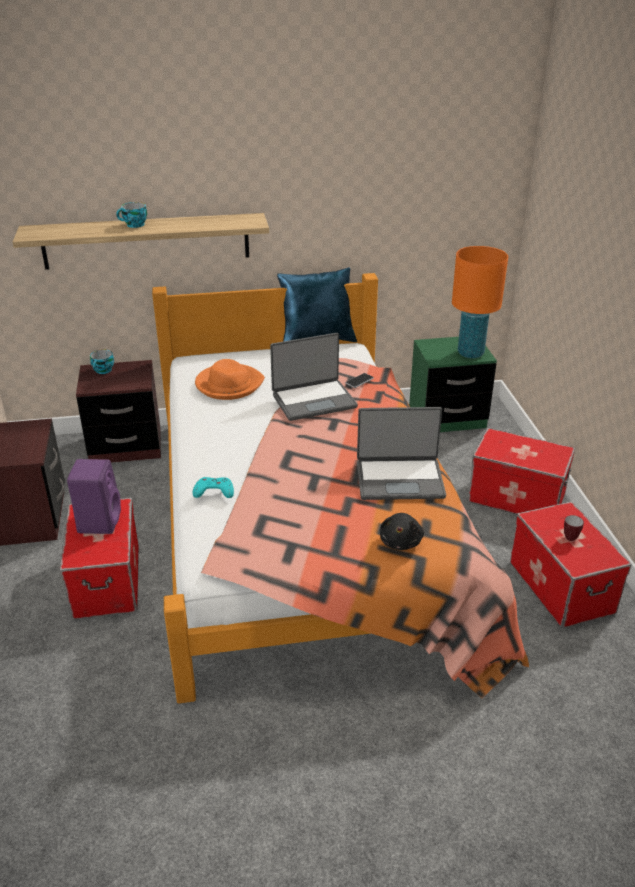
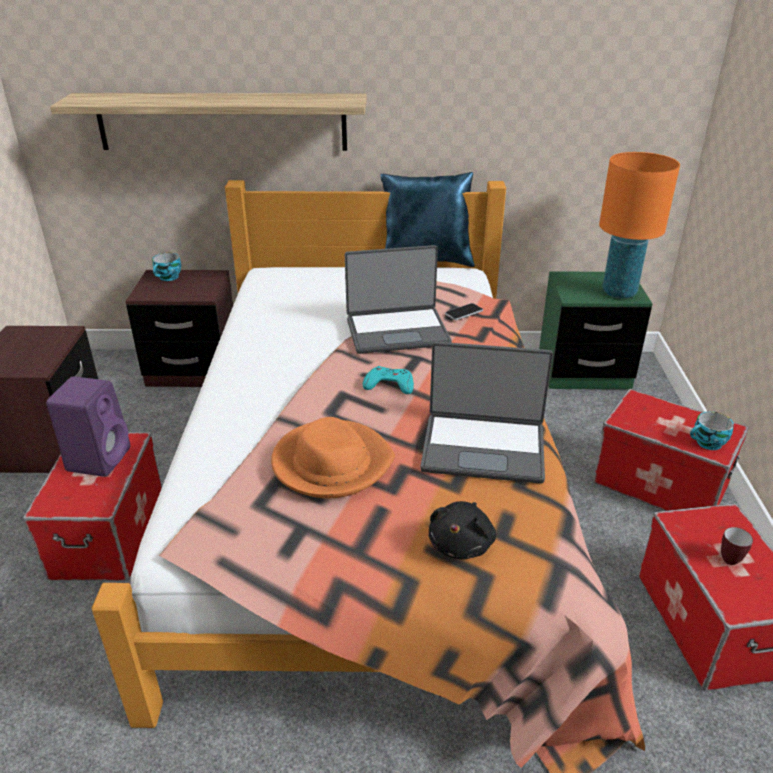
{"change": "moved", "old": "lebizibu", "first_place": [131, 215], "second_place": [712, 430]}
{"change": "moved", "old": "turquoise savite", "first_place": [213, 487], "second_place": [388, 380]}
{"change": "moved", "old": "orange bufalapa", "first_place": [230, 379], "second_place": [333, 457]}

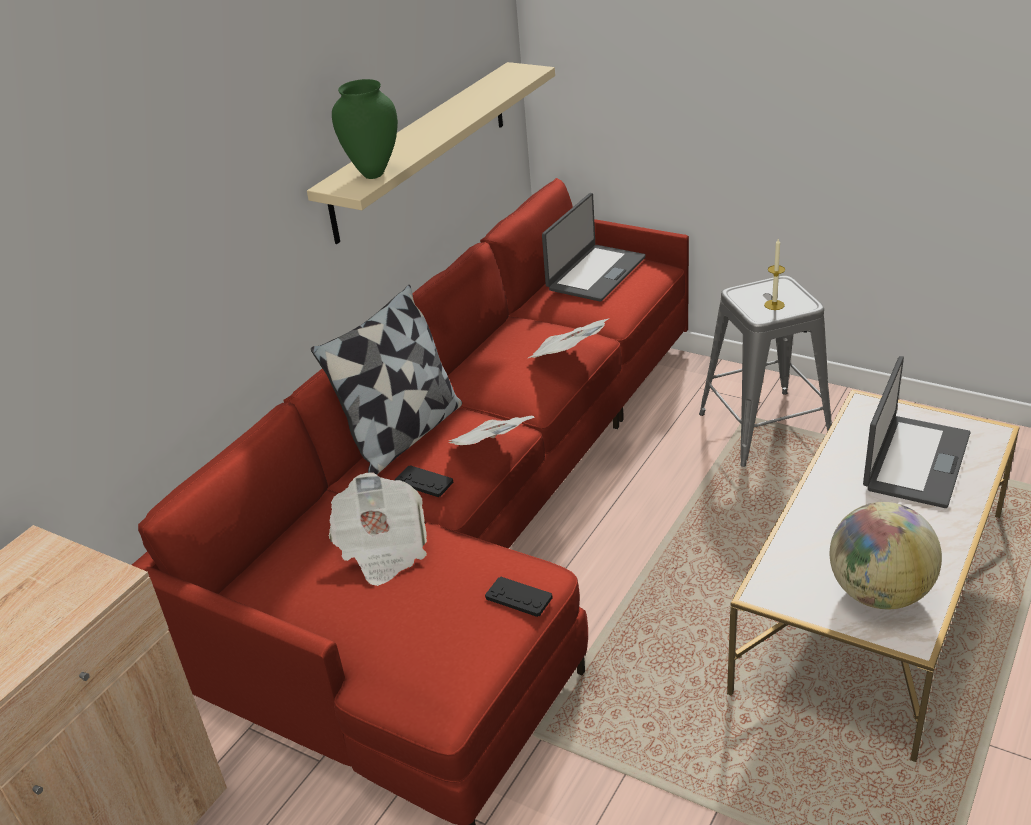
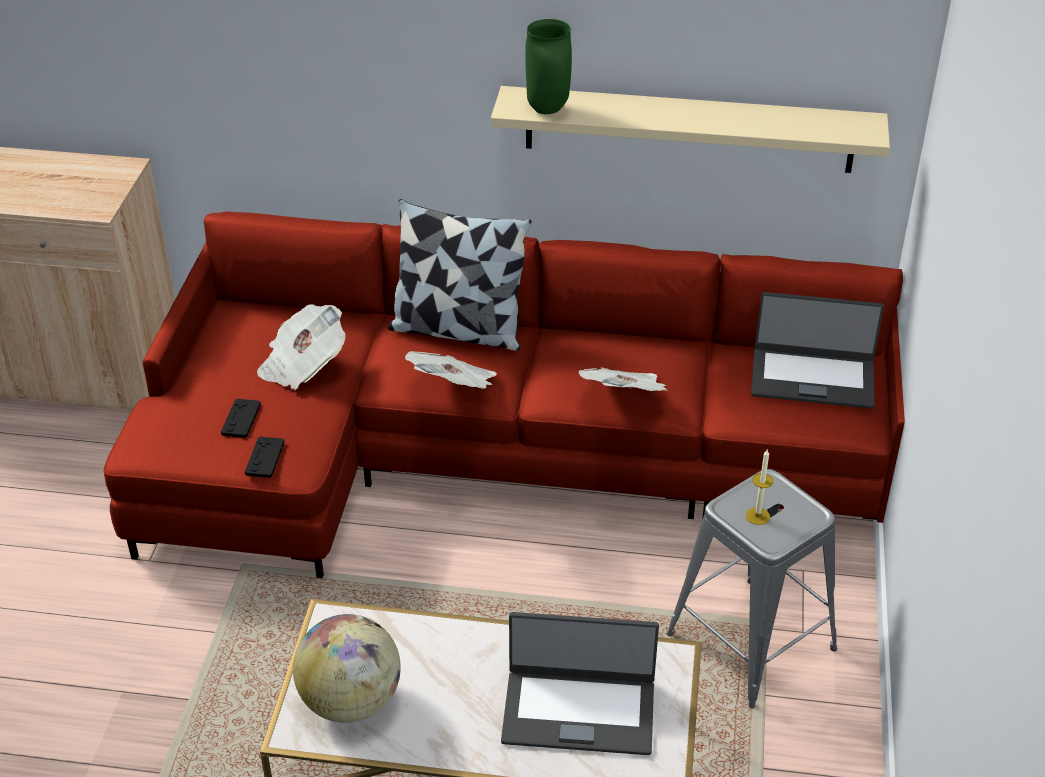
{"change": "moved", "old": "black savite", "first_place": [424, 481], "second_place": [241, 418]}

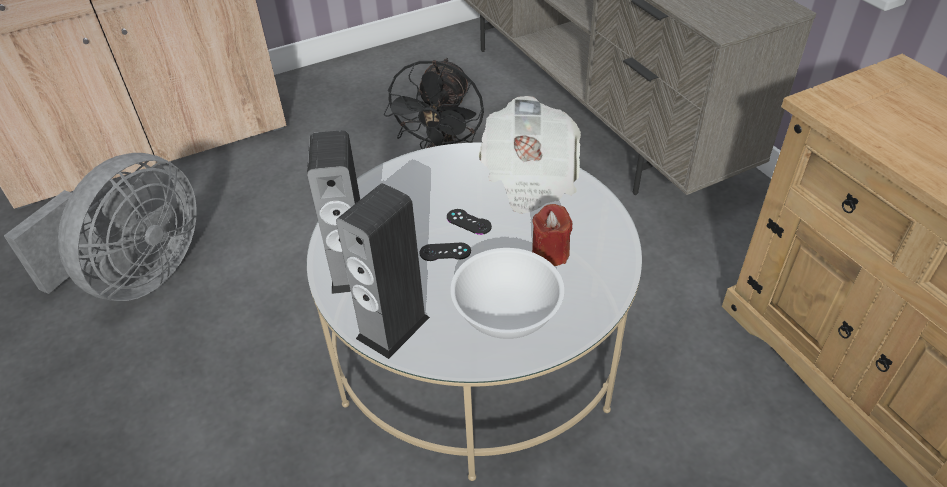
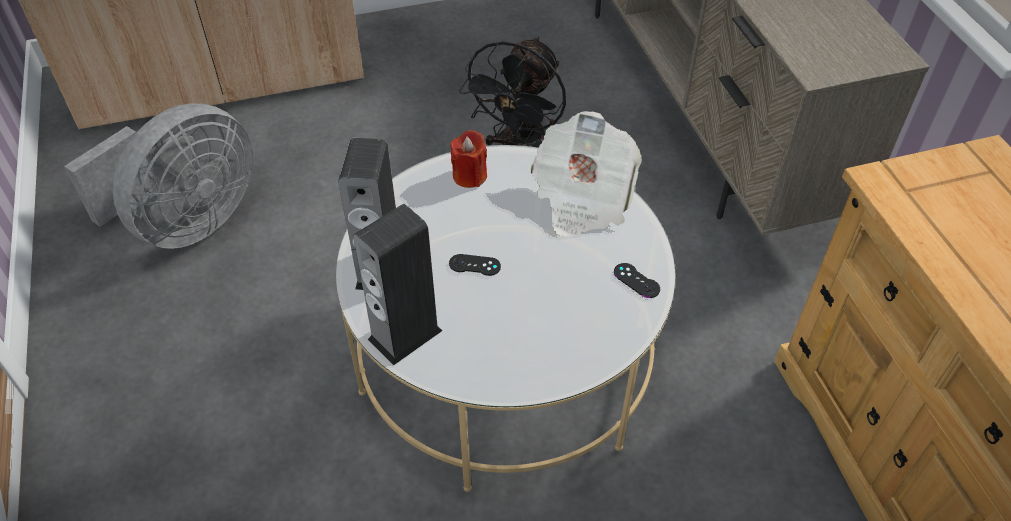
{"change": "removed", "old": "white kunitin", "first_place": [507, 293]}
{"change": "moved", "old": "black savite", "first_place": [469, 222], "second_place": [637, 280]}
{"change": "moved", "old": "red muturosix", "first_place": [552, 235], "second_place": [468, 159]}

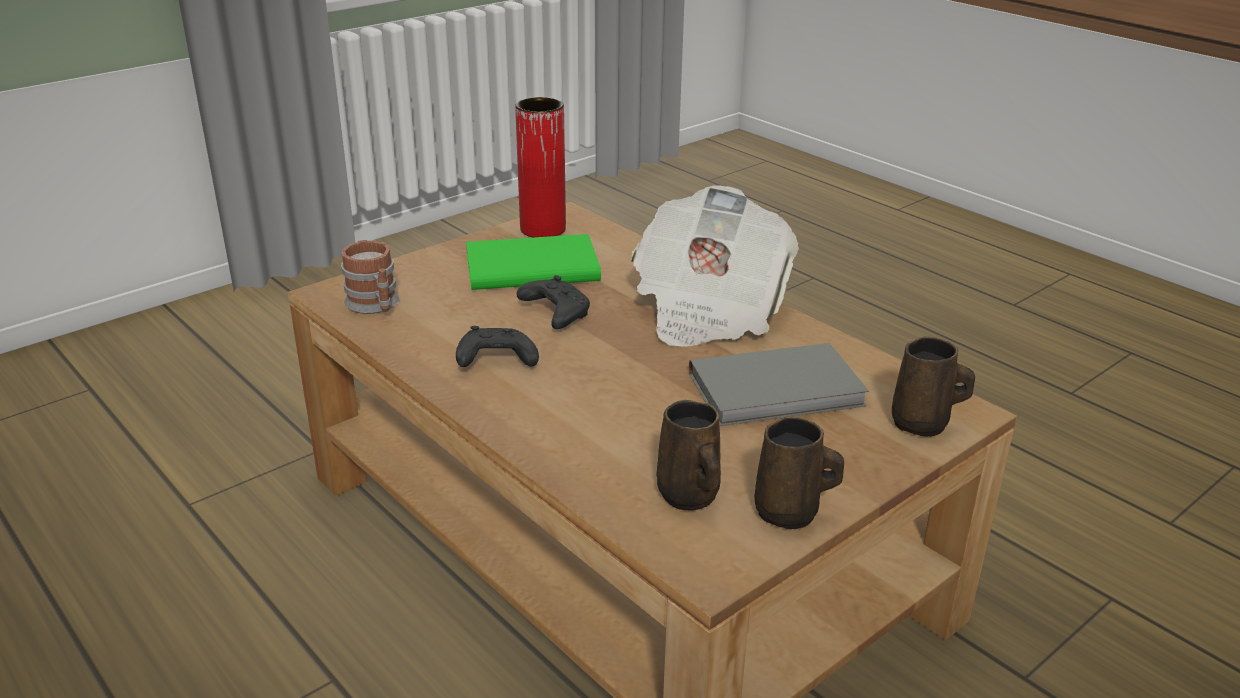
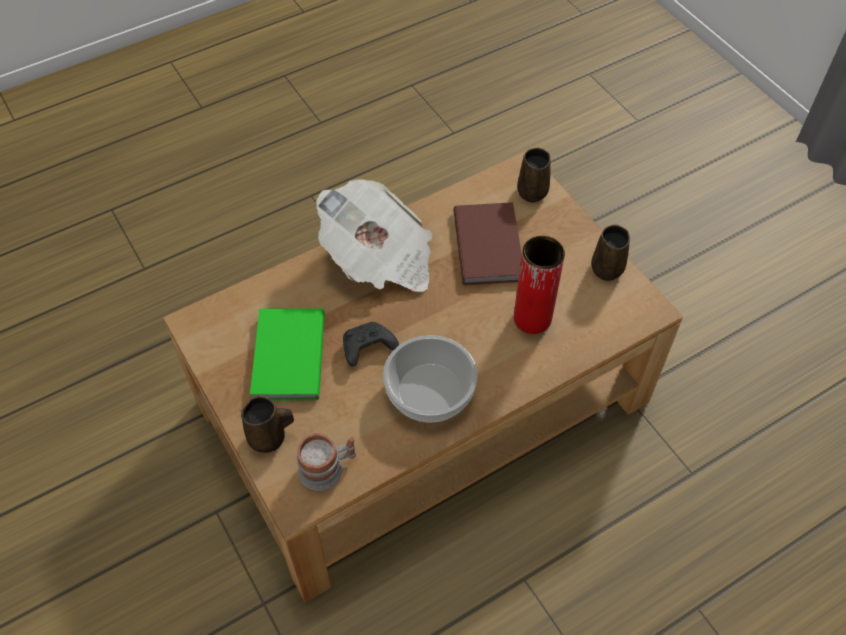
{"change": "moved", "old": "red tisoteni", "first_place": [540, 167], "second_place": [539, 285]}
{"change": "moved", "old": "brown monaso", "first_place": [689, 455], "second_place": [267, 424]}
{"change": "replaced", "old": "black savite", "new": "kunitin", "first_place": [497, 346], "second_place": [430, 379]}
{"change": "recoloured", "old": "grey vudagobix", "new": "brown vudagobix", "first_place": [779, 384], "second_place": [487, 243]}

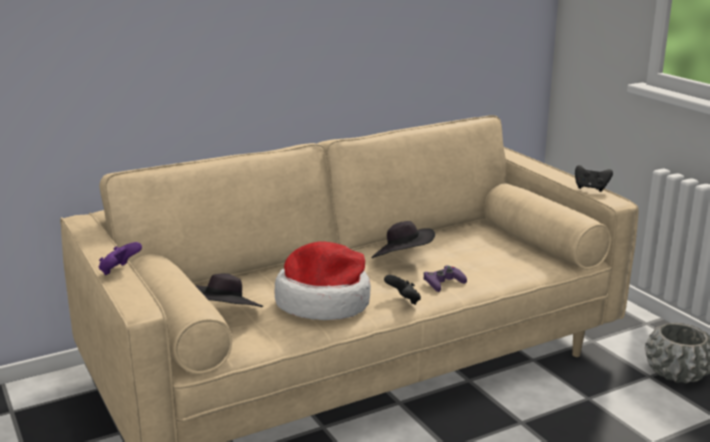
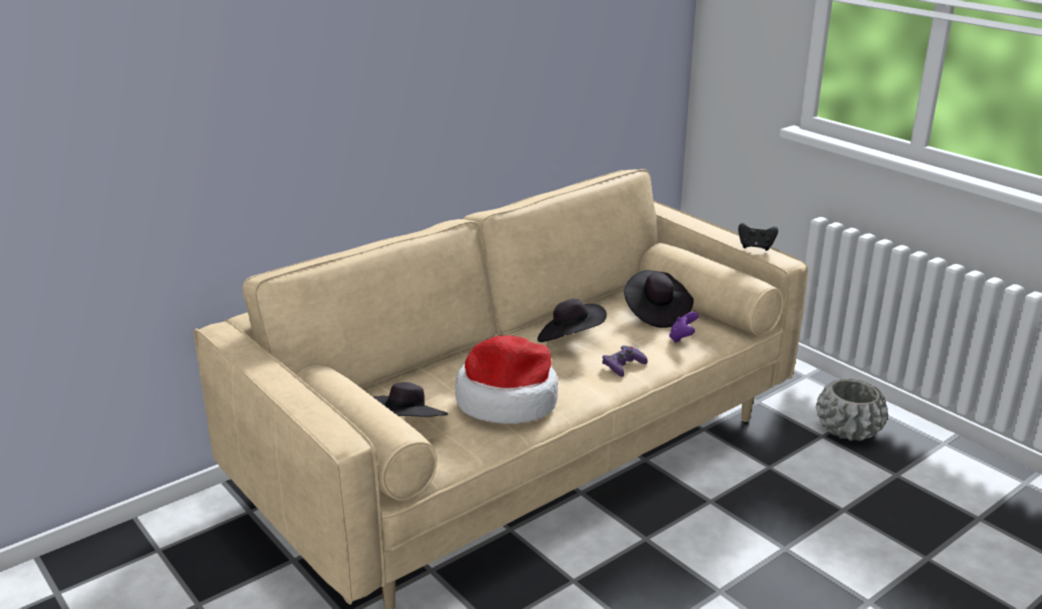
{"change": "removed", "old": "black savite", "first_place": [402, 290]}
{"change": "added", "new": "black bufalapa", "second_place": [659, 299]}
{"change": "moved", "old": "purple savite", "first_place": [120, 258], "second_place": [684, 327]}

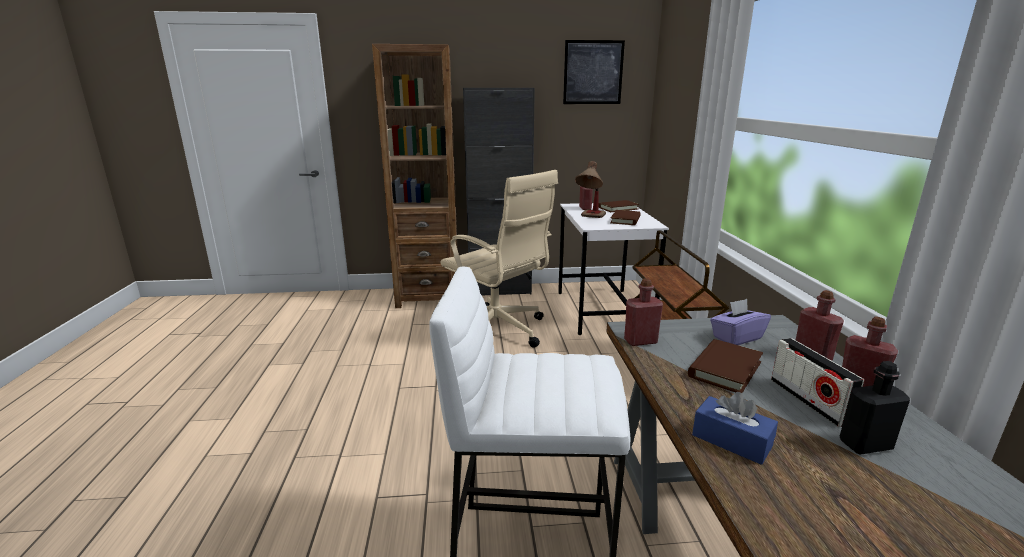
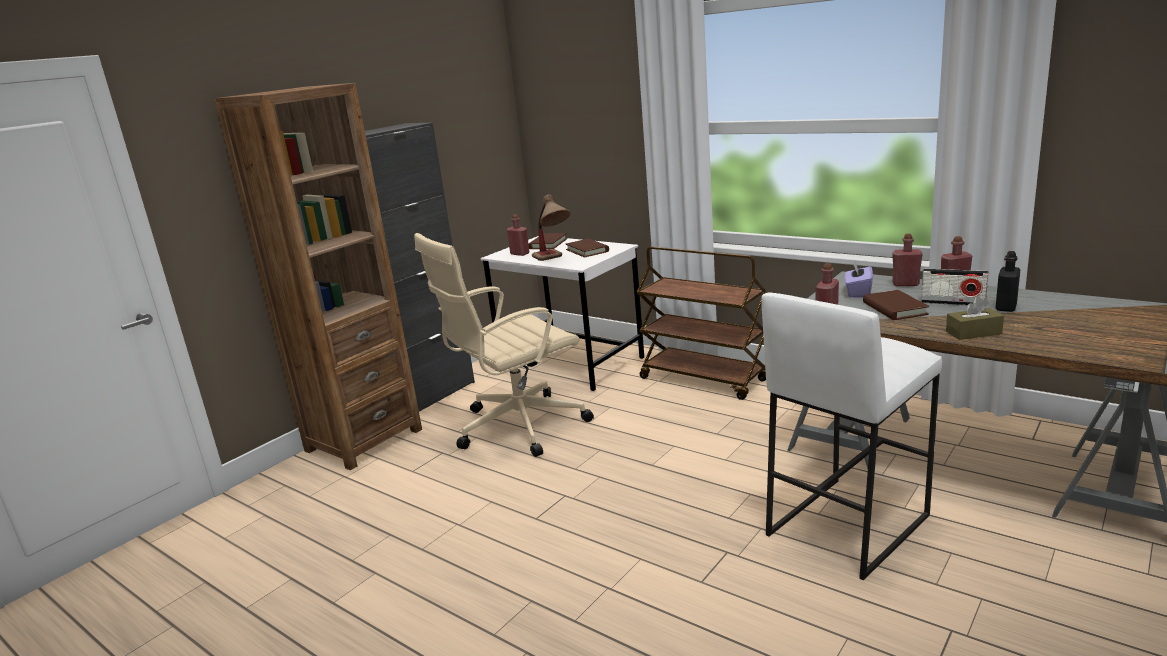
{"change": "removed", "old": "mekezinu", "first_place": [594, 72]}
{"change": "recoloured", "old": "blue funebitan", "new": "brown funebitan", "first_place": [735, 428], "second_place": [975, 318]}
{"change": "turned", "old": "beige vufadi", "first_place": [499, 259], "second_place": [504, 345], "degrees": 150}

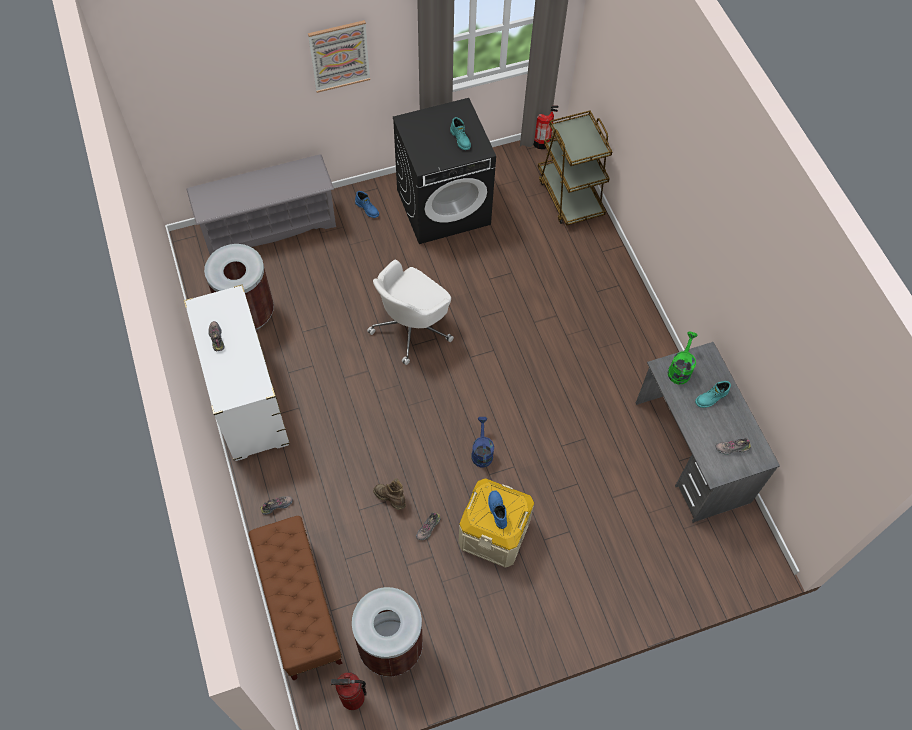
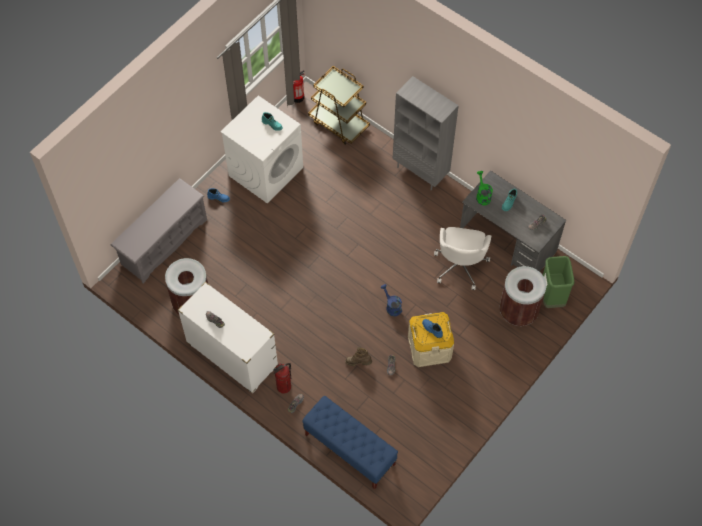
{"change": "removed", "old": "mekezinu", "first_place": [339, 56]}
{"change": "added", "new": "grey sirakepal", "second_place": [426, 133]}
{"change": "added", "new": "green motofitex", "second_place": [558, 282]}
{"change": "moved", "old": "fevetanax", "first_place": [348, 691], "second_place": [282, 378]}
{"change": "moved", "old": "brown motofitex", "first_place": [387, 632], "second_place": [523, 296]}
{"change": "moved", "old": "white vufadi", "first_place": [410, 312], "second_place": [462, 258]}
{"change": "recoloured", "old": "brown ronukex", "new": "blue ronukex", "first_place": [295, 598], "second_place": [350, 442]}
{"change": "recoloured", "old": "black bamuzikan", "new": "white bamuzikan", "first_place": [444, 171], "second_place": [261, 149]}

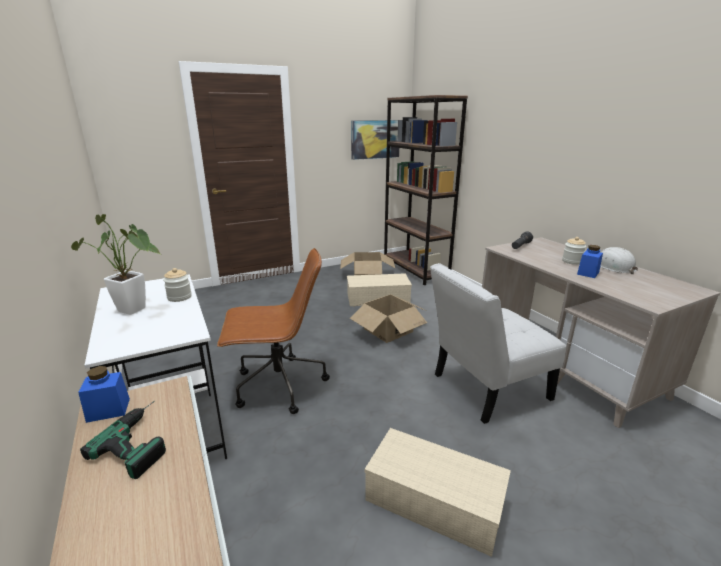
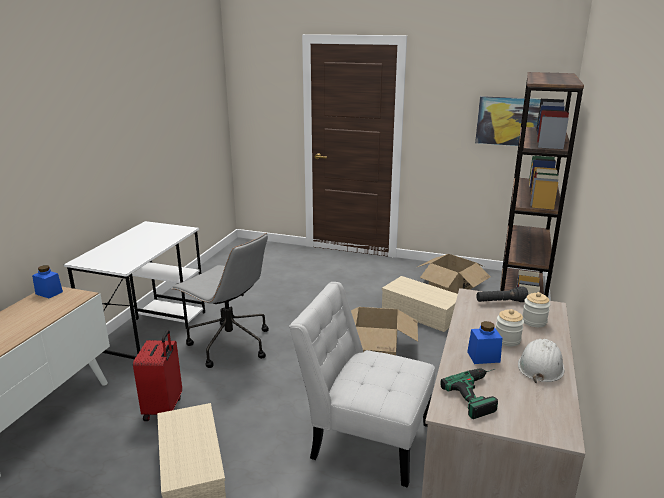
{"change": "removed", "old": "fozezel", "first_place": [115, 264]}
{"change": "added", "new": "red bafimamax", "second_place": [157, 375]}
{"change": "moved", "old": "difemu", "first_place": [123, 440], "second_place": [469, 393]}
{"change": "moved", "old": "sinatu", "first_place": [177, 285], "second_place": [536, 309]}
{"change": "recoloured", "old": "brown vufadi", "new": "grey vufadi", "first_place": [273, 331], "second_place": [220, 300]}

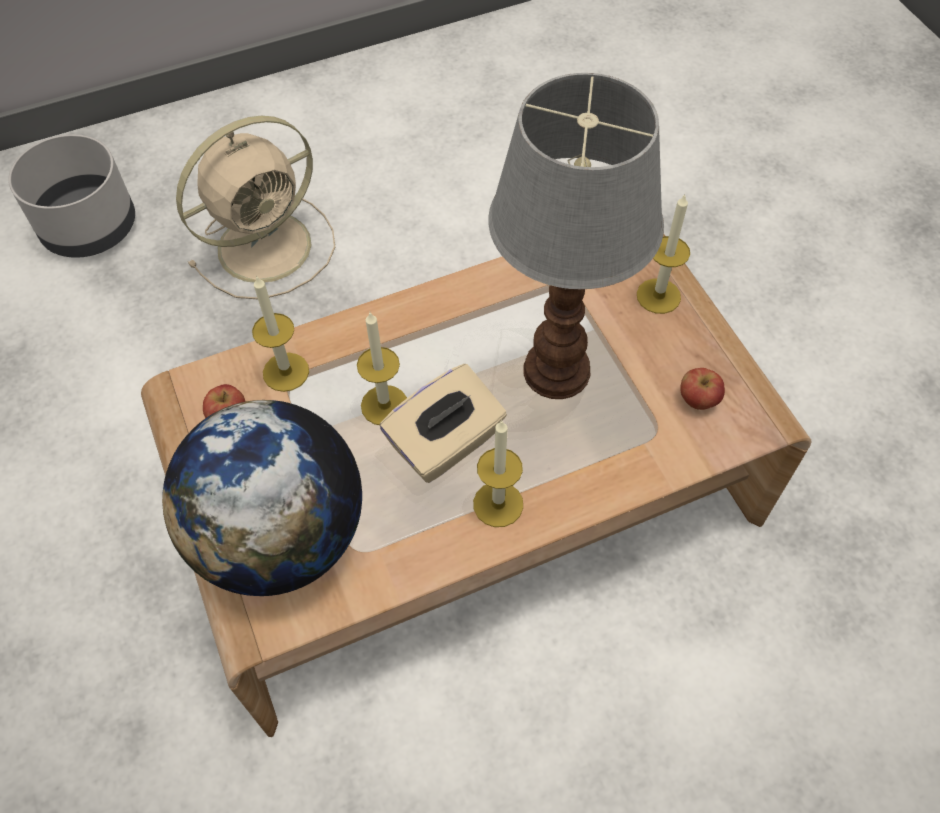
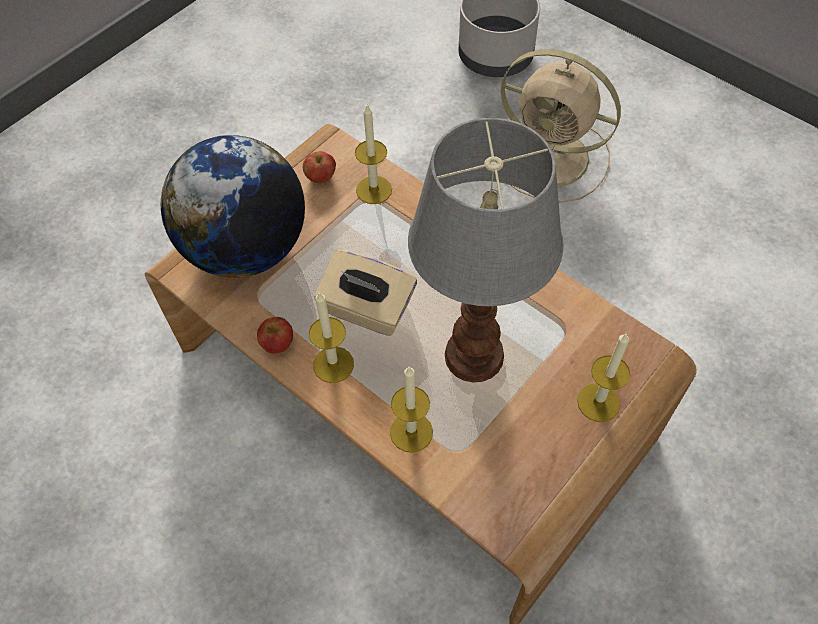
{"change": "moved", "old": "muturosix", "first_place": [382, 369], "second_place": [411, 410]}
{"change": "moved", "old": "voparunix", "first_place": [702, 389], "second_place": [275, 335]}

